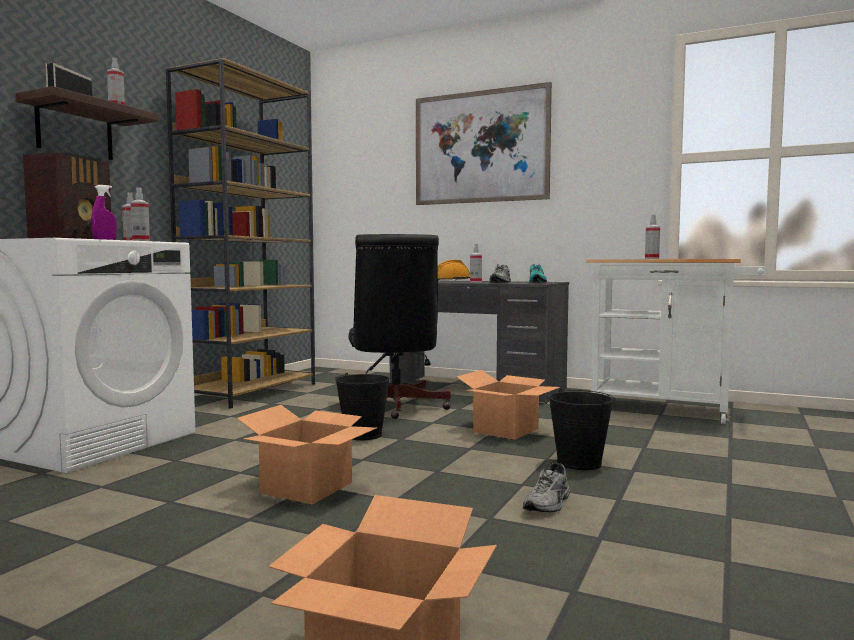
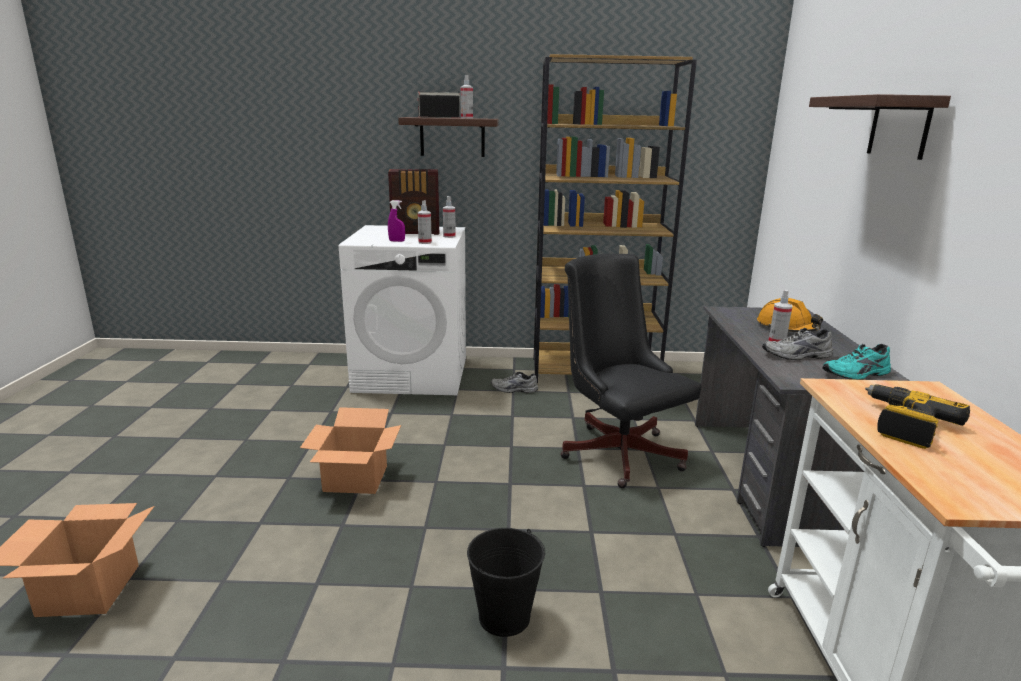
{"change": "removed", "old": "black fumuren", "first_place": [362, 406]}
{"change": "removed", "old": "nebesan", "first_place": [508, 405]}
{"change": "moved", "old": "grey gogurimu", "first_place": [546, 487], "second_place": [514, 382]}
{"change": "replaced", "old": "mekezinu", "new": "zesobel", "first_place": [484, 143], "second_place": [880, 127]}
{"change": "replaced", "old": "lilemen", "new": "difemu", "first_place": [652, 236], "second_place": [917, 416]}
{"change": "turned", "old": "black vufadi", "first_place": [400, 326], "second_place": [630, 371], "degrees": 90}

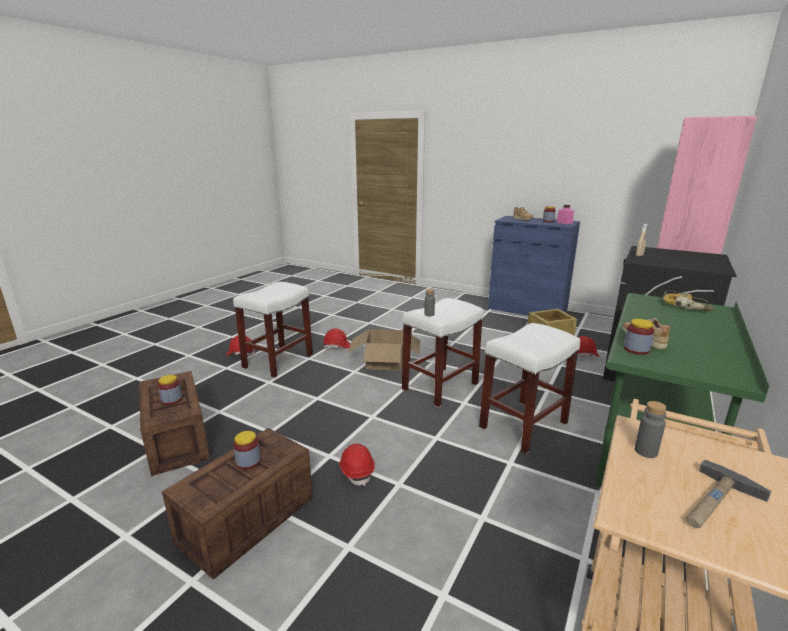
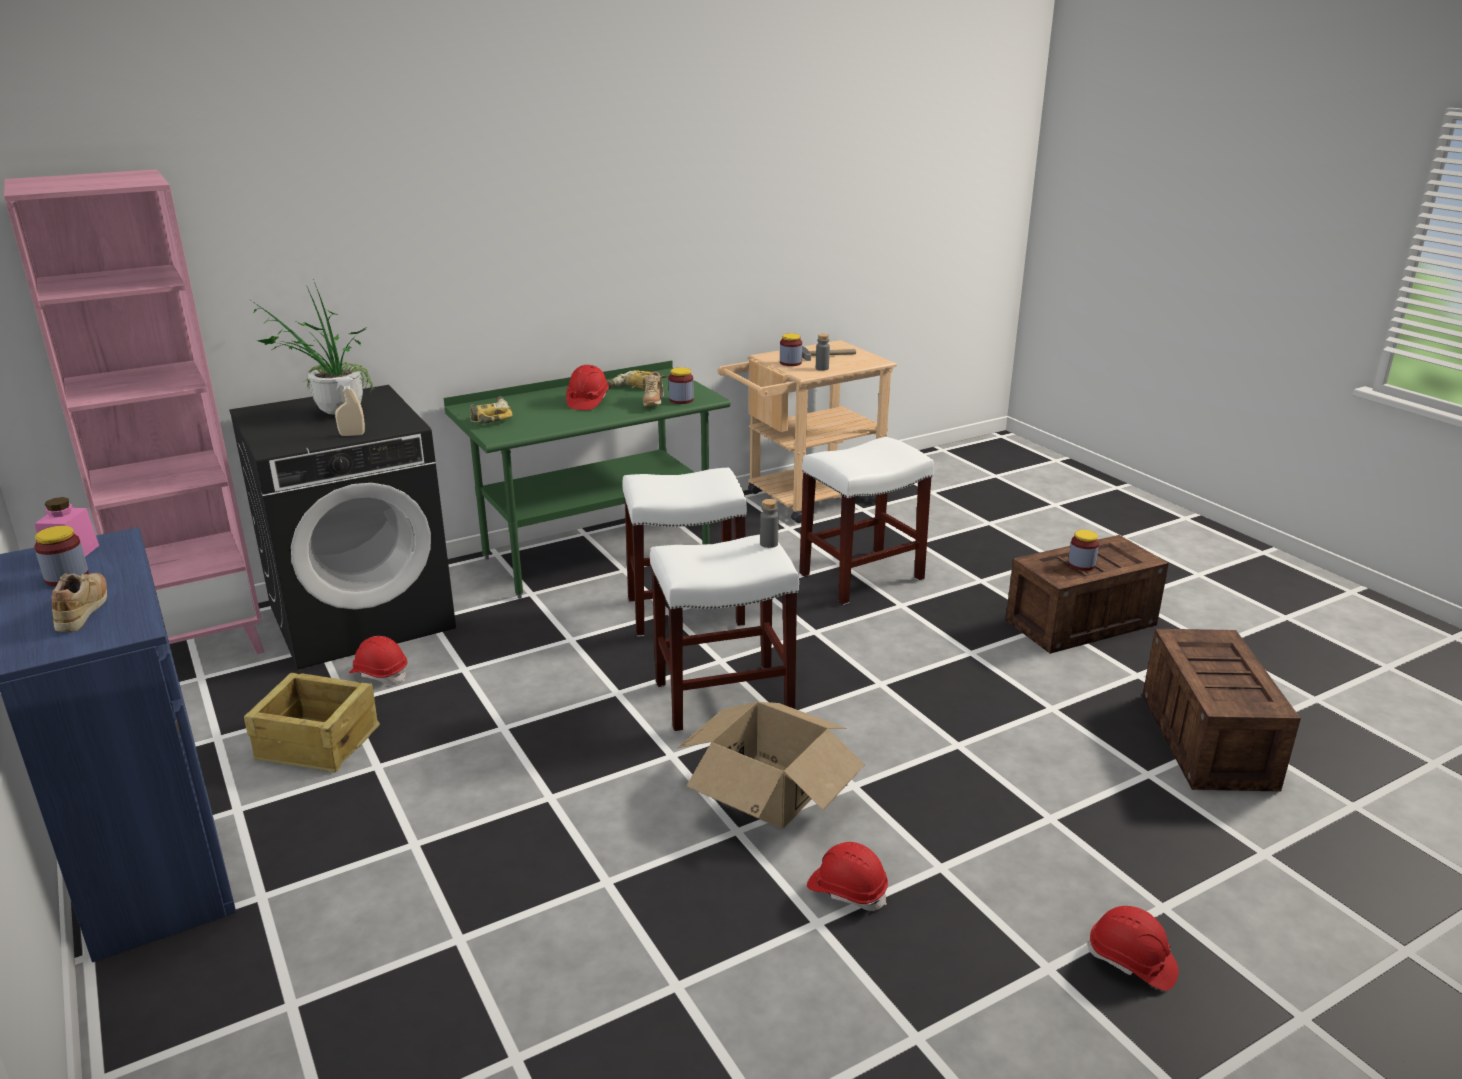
{"change": "added", "new": "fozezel", "second_place": [313, 347]}
{"change": "added", "new": "difemu", "second_place": [638, 379]}
{"change": "moved", "old": "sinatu", "first_place": [170, 390], "second_place": [791, 349]}
{"change": "moved", "old": "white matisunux", "first_place": [273, 330], "second_place": [866, 521]}
{"change": "moved", "old": "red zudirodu", "first_place": [357, 465], "second_place": [587, 387]}

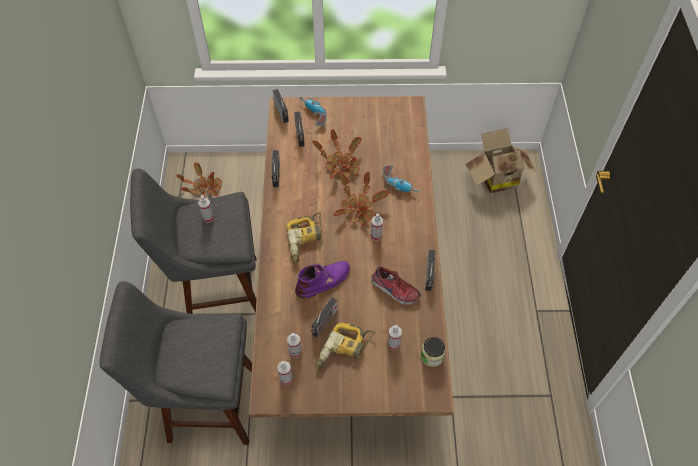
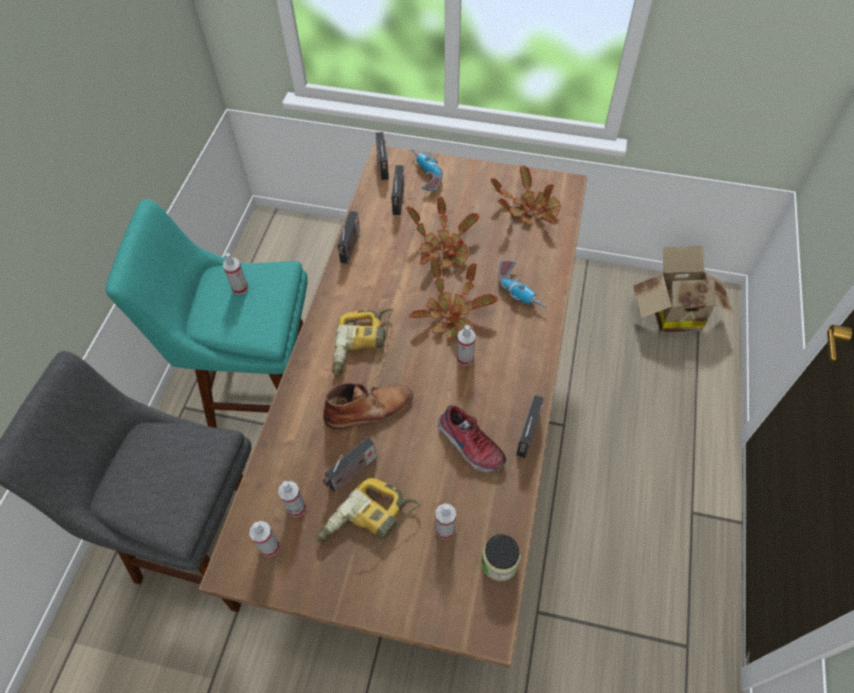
{"change": "moved", "old": "fozezel", "first_place": [199, 180], "second_place": [525, 195]}
{"change": "recoloured", "old": "grey matisunux", "new": "turquoise matisunux", "first_place": [193, 241], "second_place": [207, 313]}
{"change": "recoloured", "old": "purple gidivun", "new": "brown gidivun", "first_place": [322, 279], "second_place": [368, 405]}

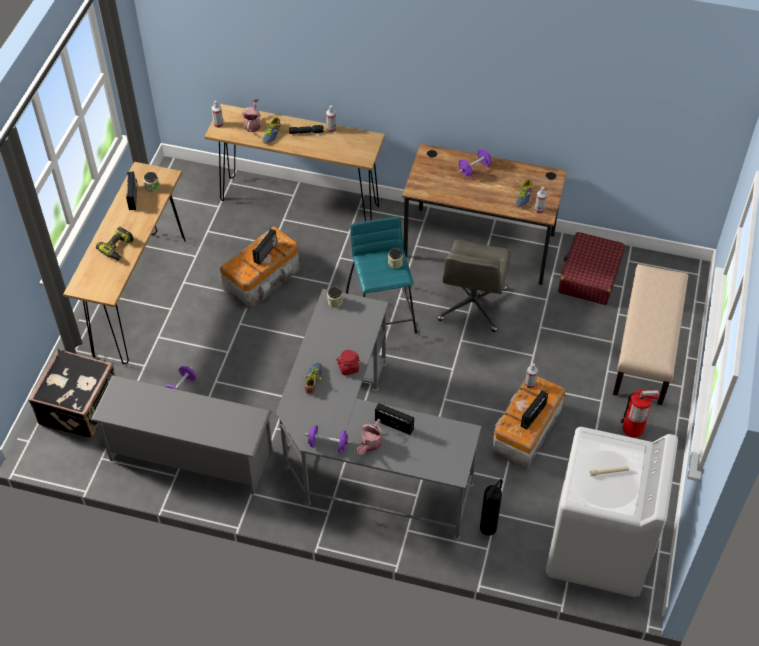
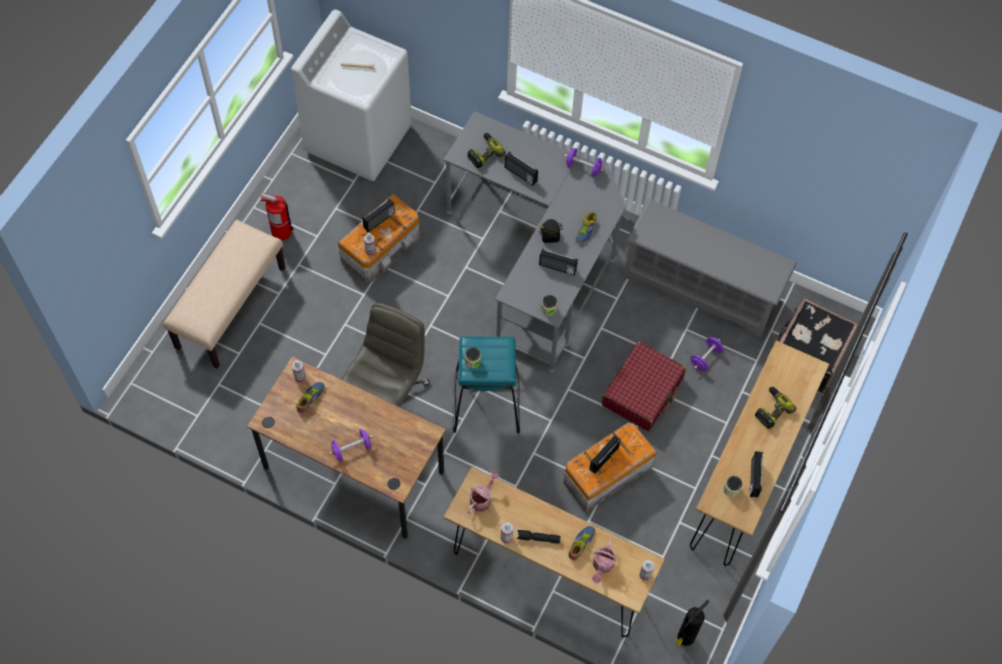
{"change": "added", "new": "difemu", "second_place": [486, 150]}
{"change": "added", "new": "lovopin", "second_place": [558, 262]}
{"change": "moved", "old": "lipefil", "first_place": [369, 437], "second_place": [483, 493]}
{"change": "moved", "old": "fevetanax", "first_place": [491, 507], "second_place": [693, 623]}
{"change": "moved", "old": "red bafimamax", "first_place": [591, 268], "second_place": [644, 386]}
{"change": "recoloured", "old": "red sinatu", "new": "black sinatu", "first_place": [348, 363], "second_place": [551, 231]}

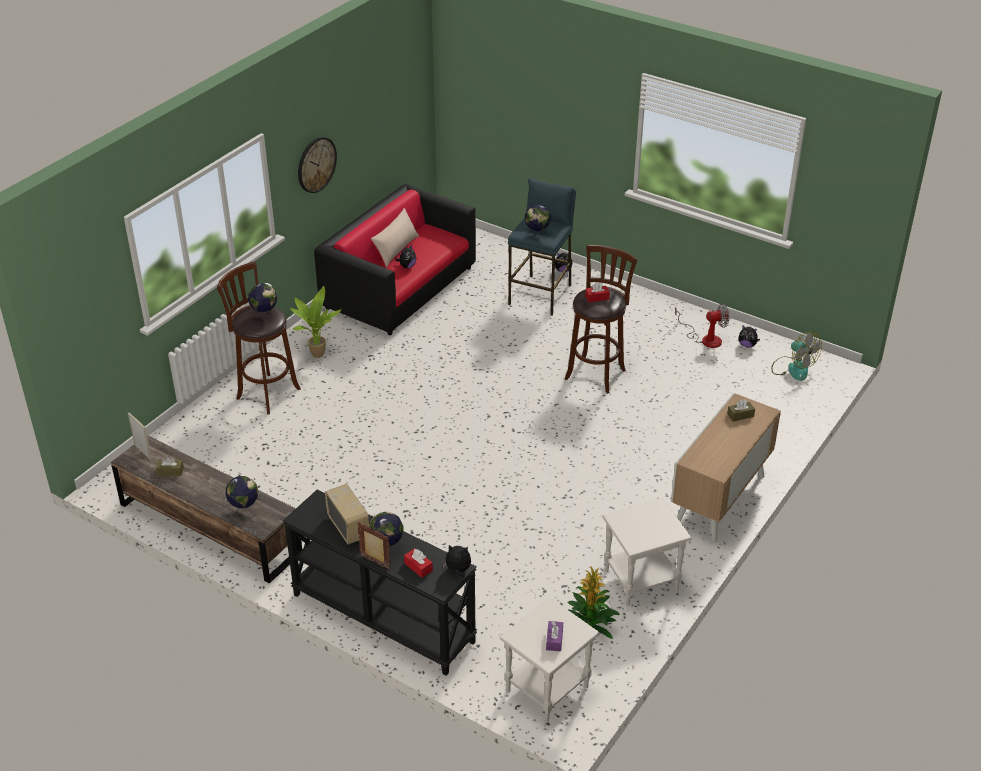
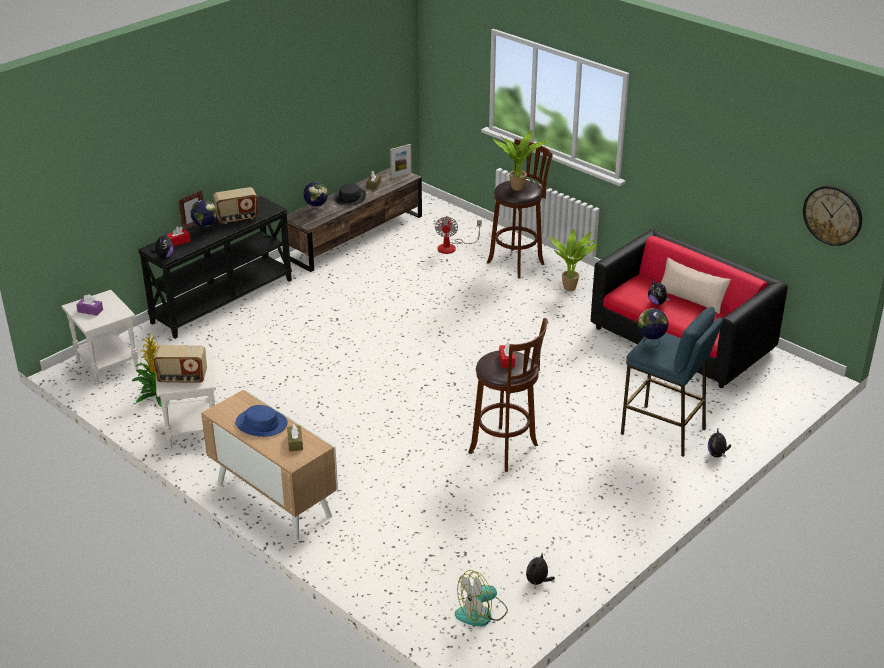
{"change": "added", "new": "lovopin", "second_place": [180, 364]}
{"change": "added", "new": "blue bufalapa", "second_place": [261, 421]}
{"change": "added", "new": "black bufalapa", "second_place": [350, 194]}
{"change": "moved", "old": "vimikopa", "first_place": [317, 165], "second_place": [832, 215]}
{"change": "moved", "old": "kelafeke", "first_place": [702, 325], "second_place": [458, 235]}
{"change": "replaced", "old": "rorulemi", "new": "fozezel", "first_place": [262, 303], "second_place": [519, 160]}

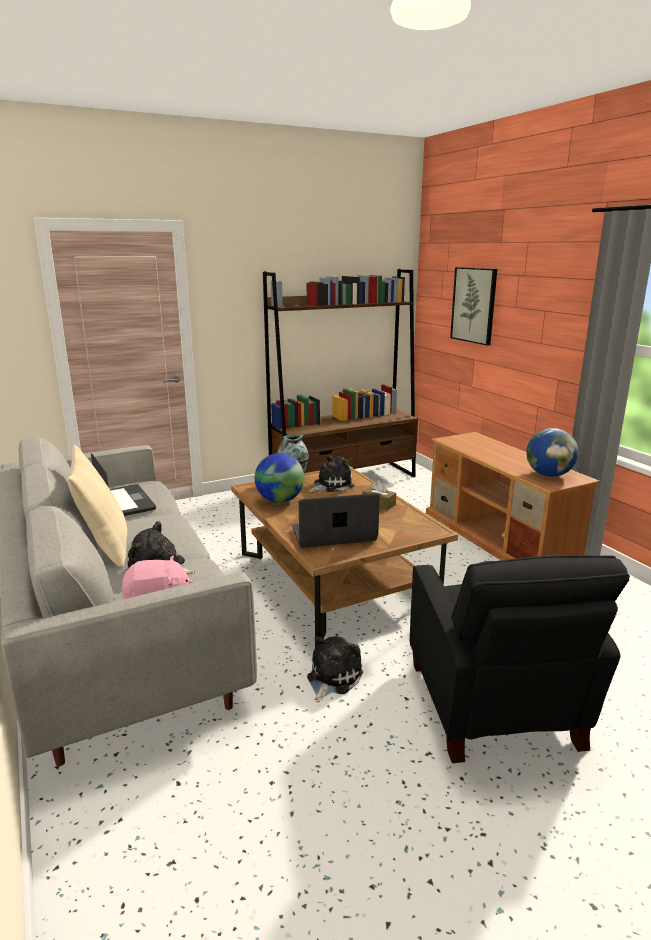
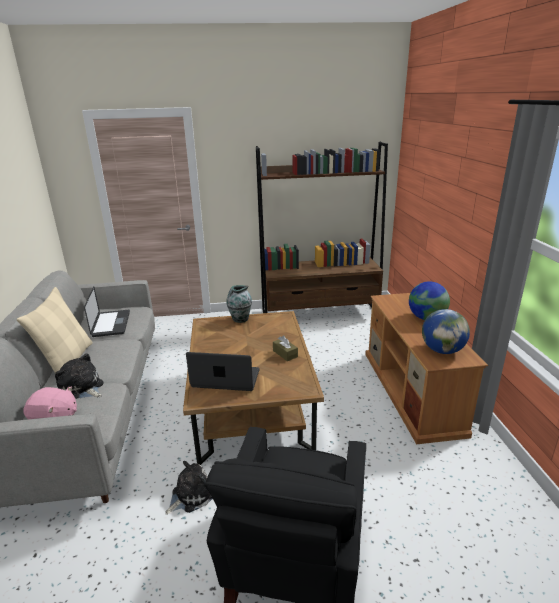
{"change": "removed", "old": "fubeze", "first_place": [331, 473]}
{"change": "removed", "old": "mekezinu", "first_place": [473, 306]}
{"change": "moved", "old": "rorulemi", "first_place": [279, 478], "second_place": [429, 300]}

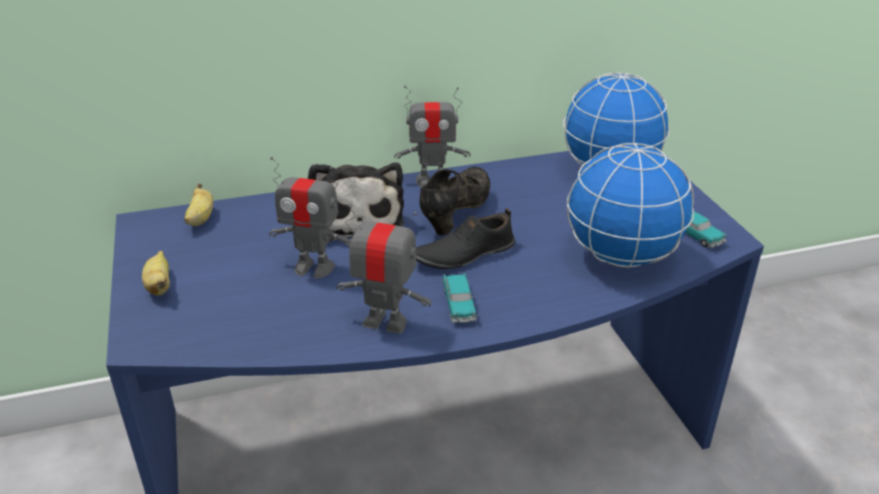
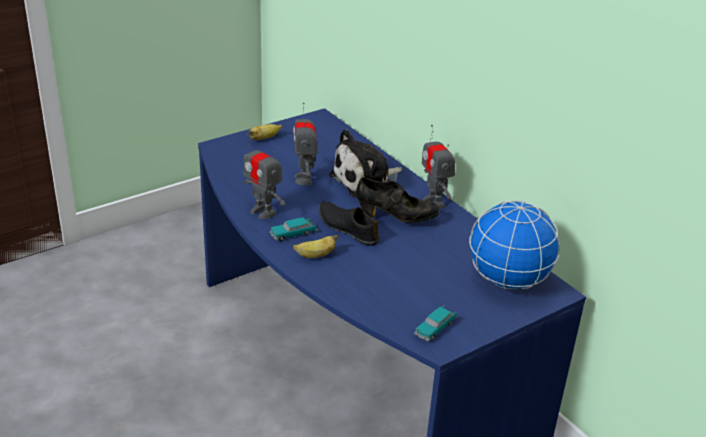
{"change": "removed", "old": "rorulemi", "first_place": [630, 205]}
{"change": "moved", "old": "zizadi", "first_place": [198, 204], "second_place": [315, 246]}
{"change": "turned", "old": "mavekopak", "first_place": [384, 269], "second_place": [264, 177], "degrees": 135}

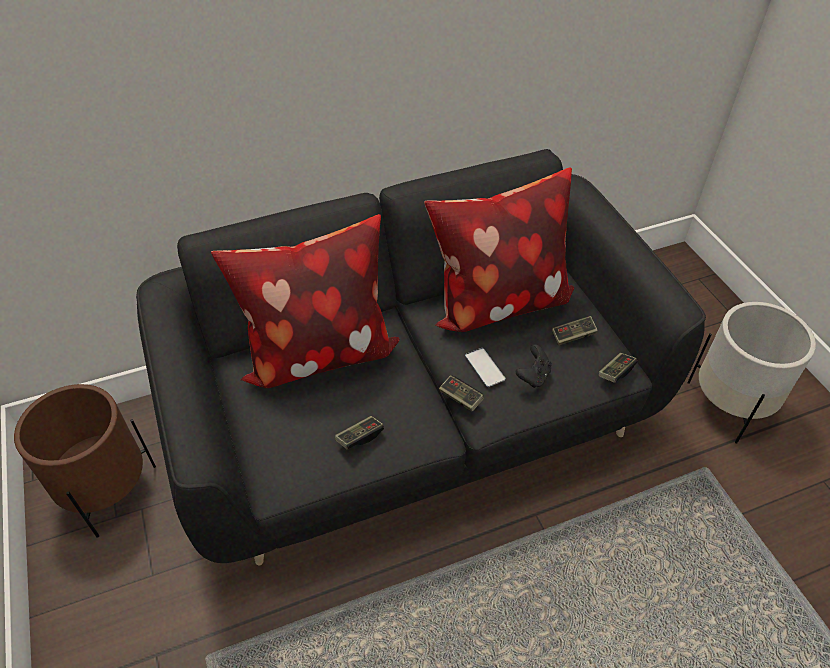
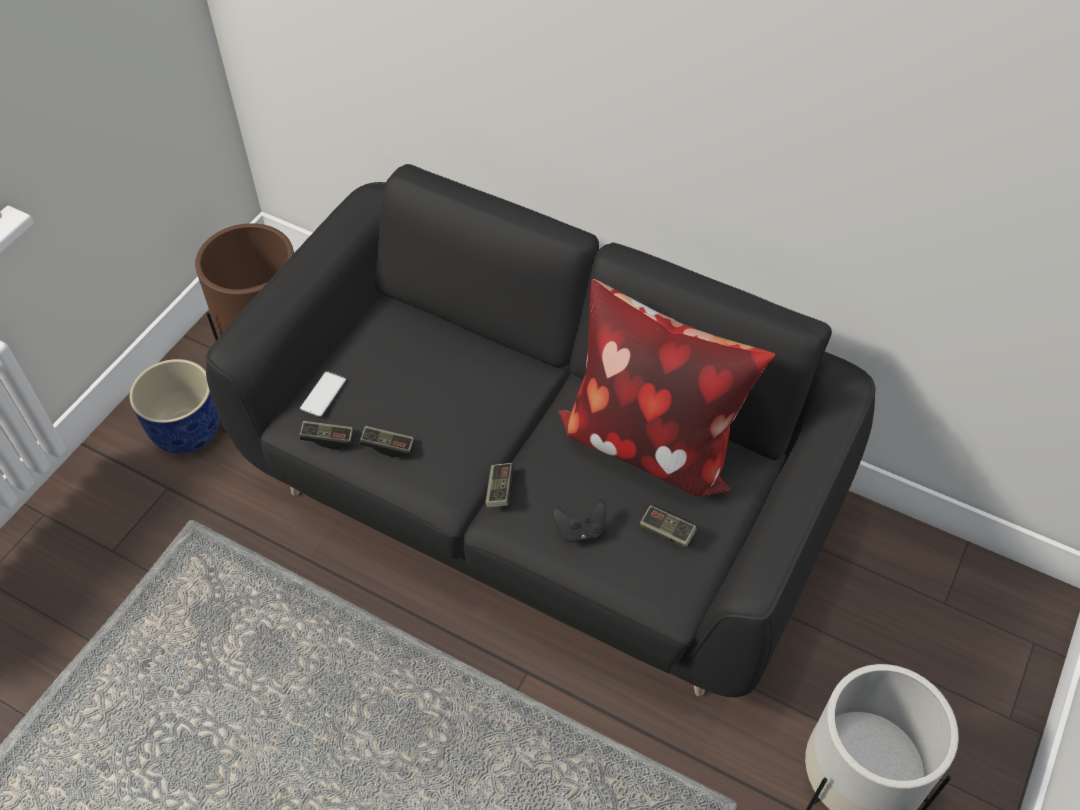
{"change": "removed", "old": "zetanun", "first_place": [305, 301]}
{"change": "added", "new": "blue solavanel", "second_place": [174, 406]}
{"change": "moved", "old": "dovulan", "first_place": [485, 367], "second_place": [323, 394]}
{"change": "moved", "old": "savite", "first_place": [617, 368], "second_place": [326, 435]}

